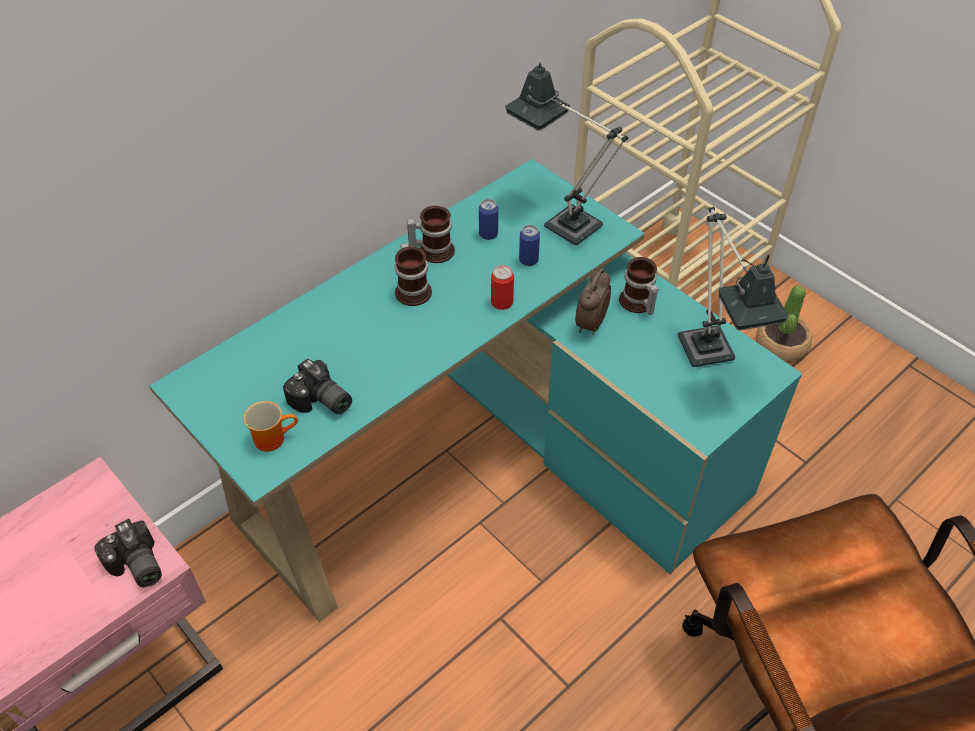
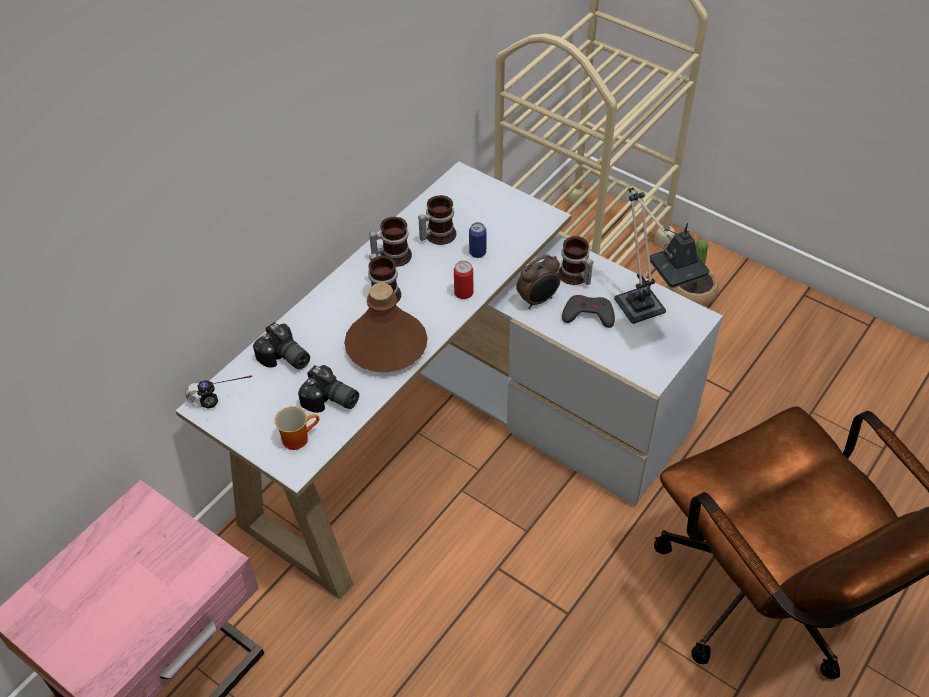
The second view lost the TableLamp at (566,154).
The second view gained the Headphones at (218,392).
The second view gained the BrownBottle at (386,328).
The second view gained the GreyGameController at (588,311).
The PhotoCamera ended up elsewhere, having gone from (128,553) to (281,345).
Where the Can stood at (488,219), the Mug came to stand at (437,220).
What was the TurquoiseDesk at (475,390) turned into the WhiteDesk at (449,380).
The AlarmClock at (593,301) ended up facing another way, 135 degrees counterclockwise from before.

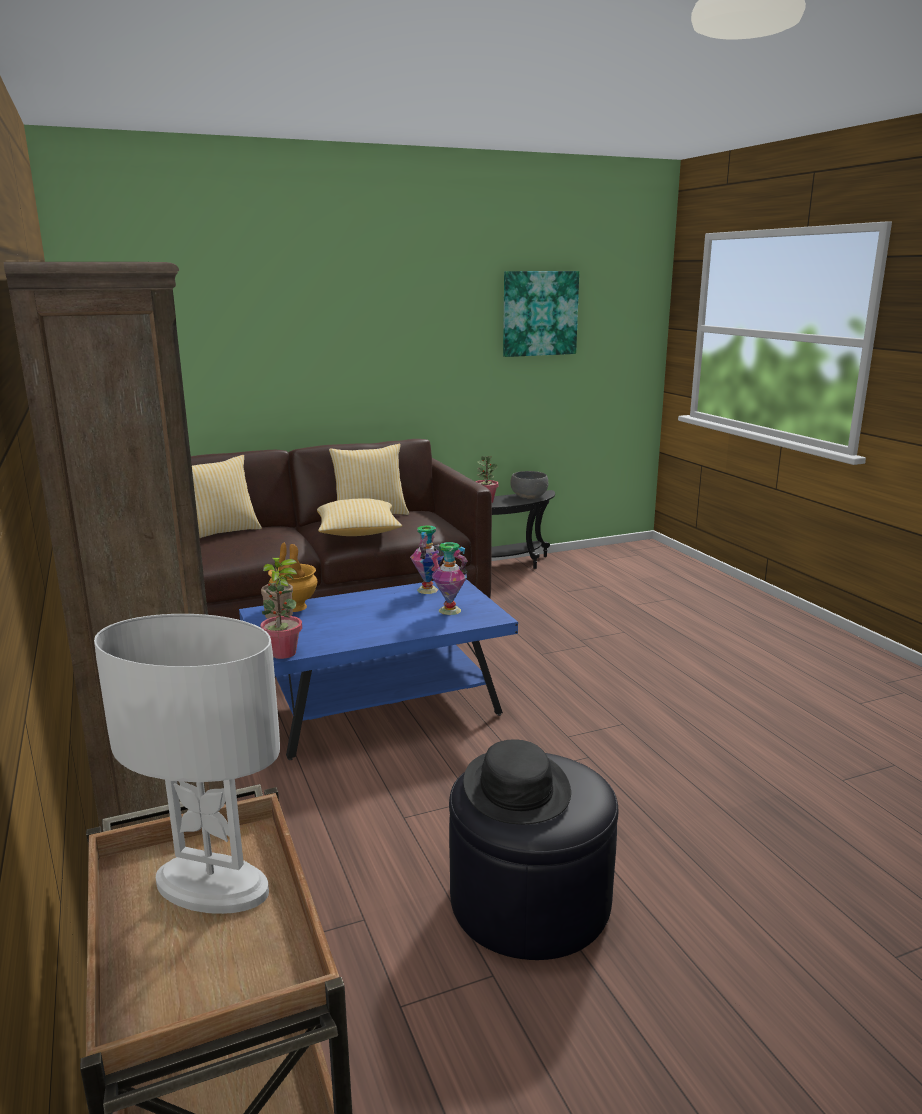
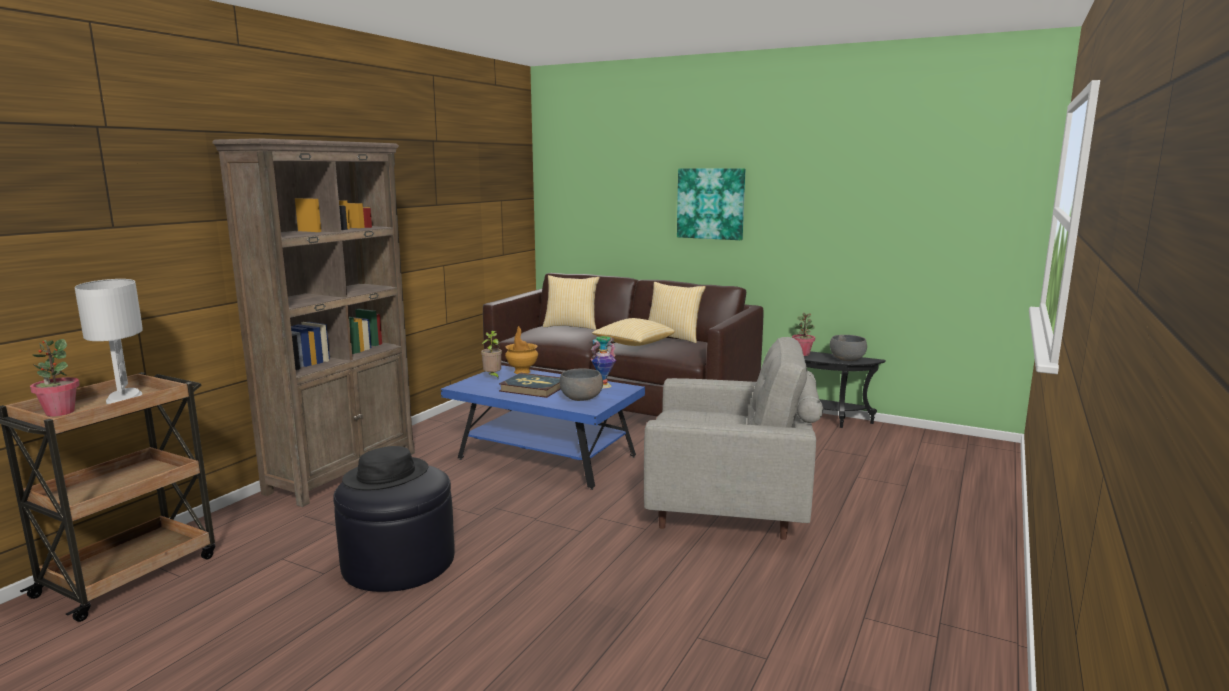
The second view gained the Book at (530,385).
The second view gained the GreyArmchair at (733,438).
The PottedPlant ended up elsewhere, having gone from (281,618) to (55,378).
The Picture ended up elsewhere, having gone from (541,314) to (711,204).
Where the Vase stood at (449,578), the GreyBowl came to stand at (581,384).

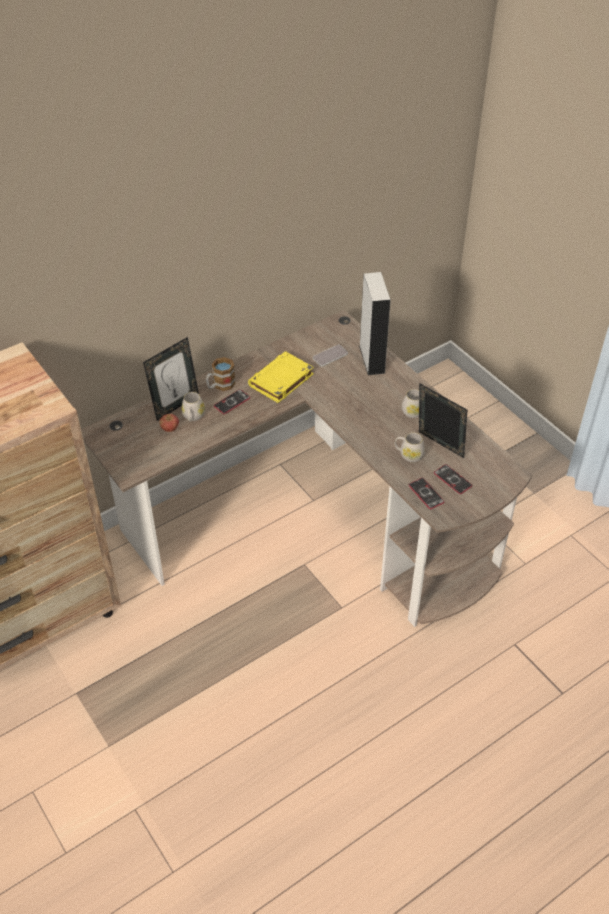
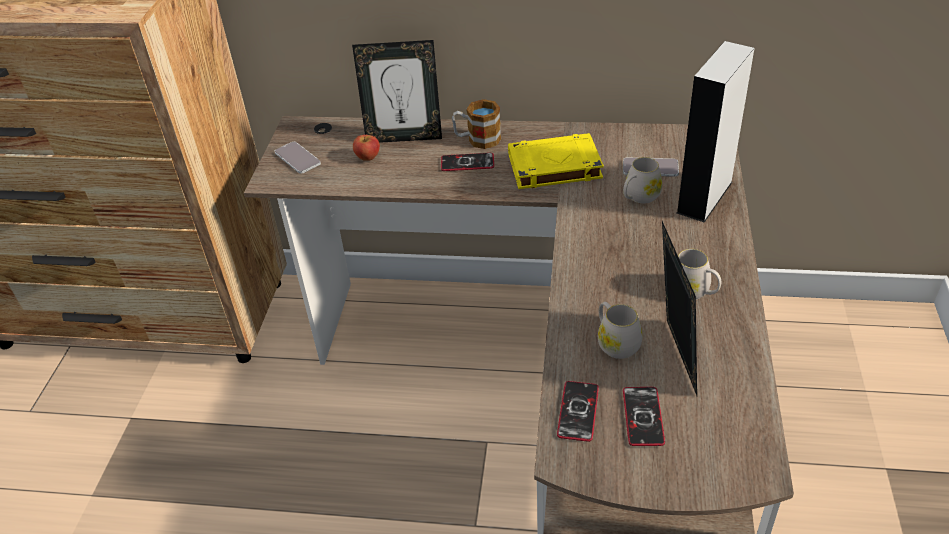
The second view gained the Phone at (298,158).
The WhiteMug ended up elsewhere, having gone from (193,407) to (642,180).

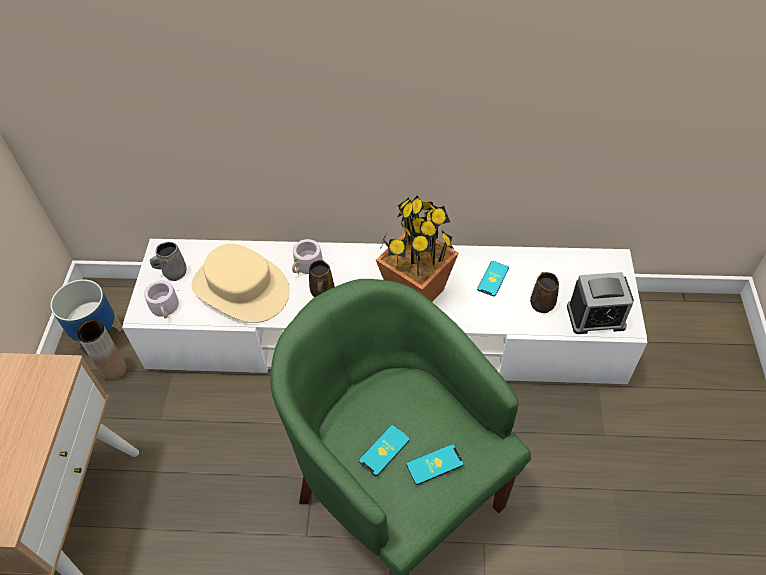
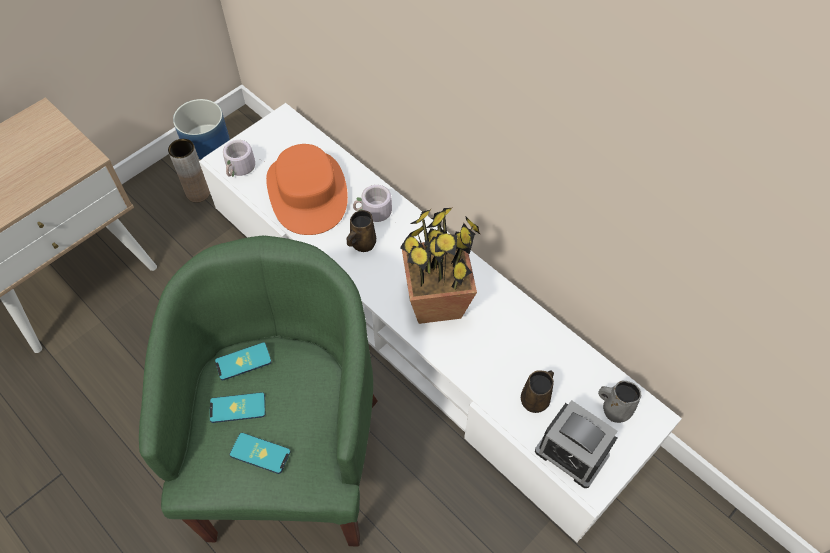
The GreyMug ended up elsewhere, having gone from (168,261) to (619,401).
The Phone ended up elsewhere, having gone from (493,278) to (243,361).
What was the BeigeHat at (241,283) turned into the OrangeHat at (307,189).

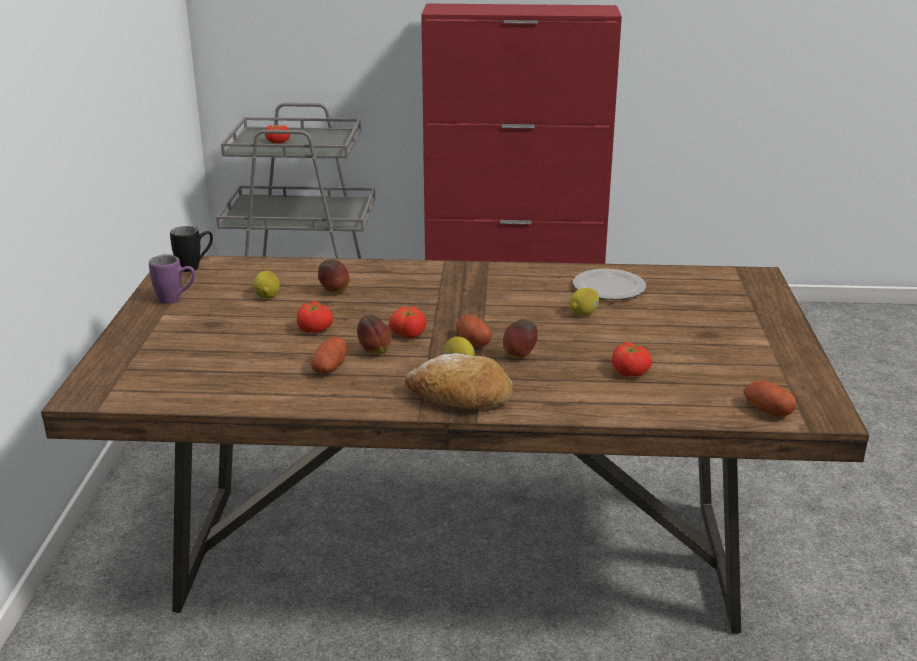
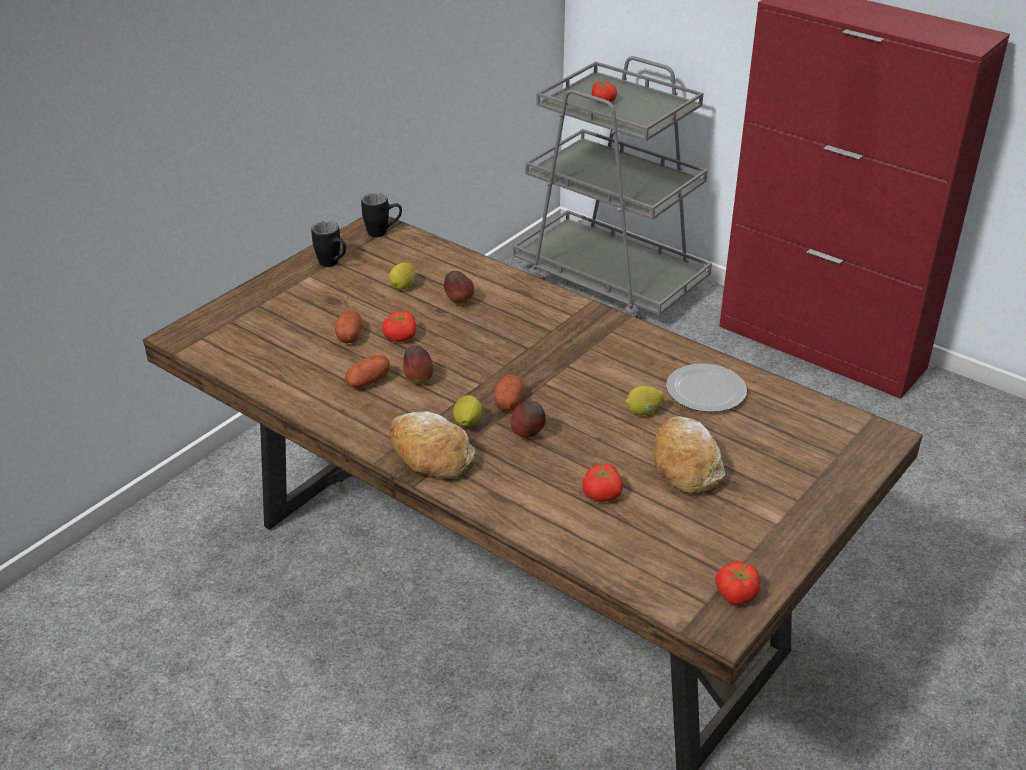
The second view gained the Bread at (689,455).
The Tomato ended up elsewhere, having gone from (407,322) to (738,583).
The Potato ended up elsewhere, having gone from (770,399) to (348,326).
What was the PurpleMug at (172,279) turned into the BlackMug at (328,244).

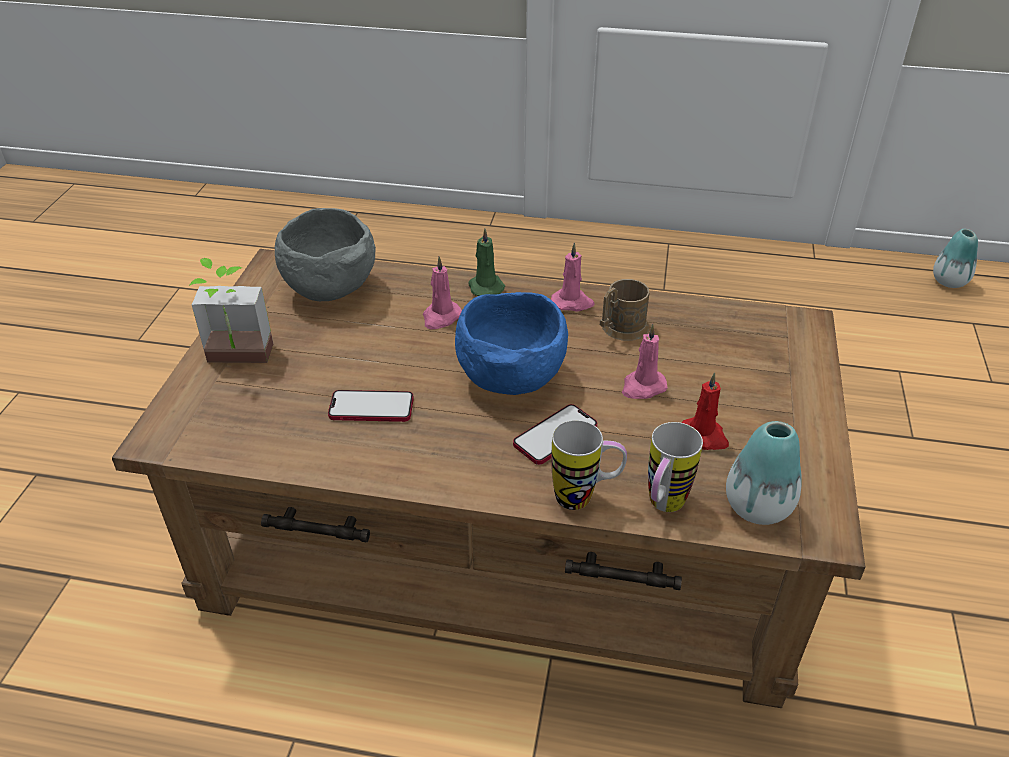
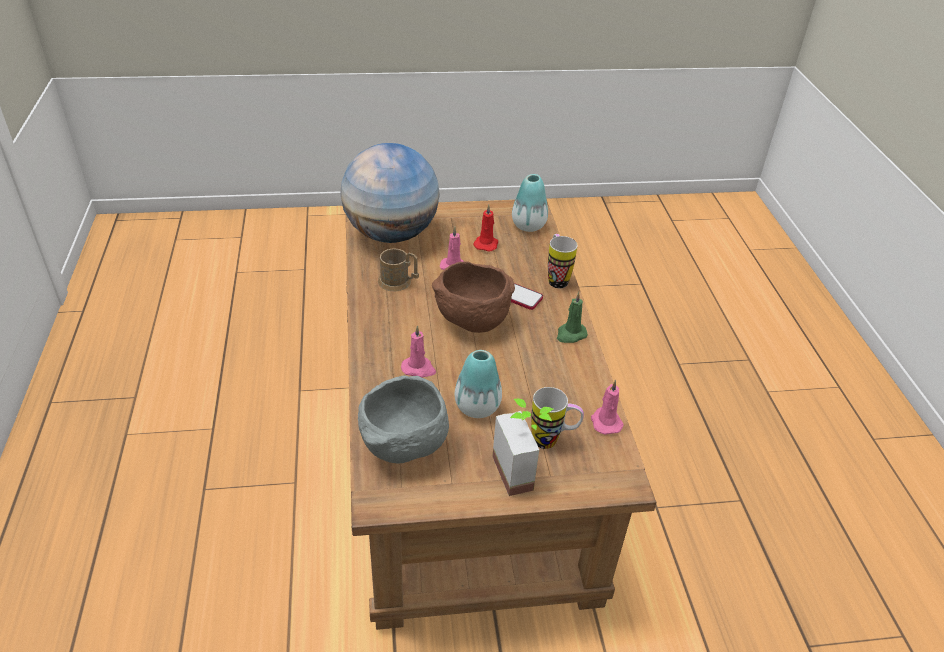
The second view lost the Phone at (371,406).
The second view gained the Globe at (390,193).
The GreenCandle ended up elsewhere, having gone from (487,262) to (572,317).
The PinkCandle ended up elsewhere, having gone from (573,276) to (607,407).
The Mug ended up elsewhere, having gone from (675,467) to (557,418).
The Vase ended up elsewhere, having gone from (955,258) to (478,384).
What was the BlueBowl at (511,343) turned into the BrownBowl at (473,297).

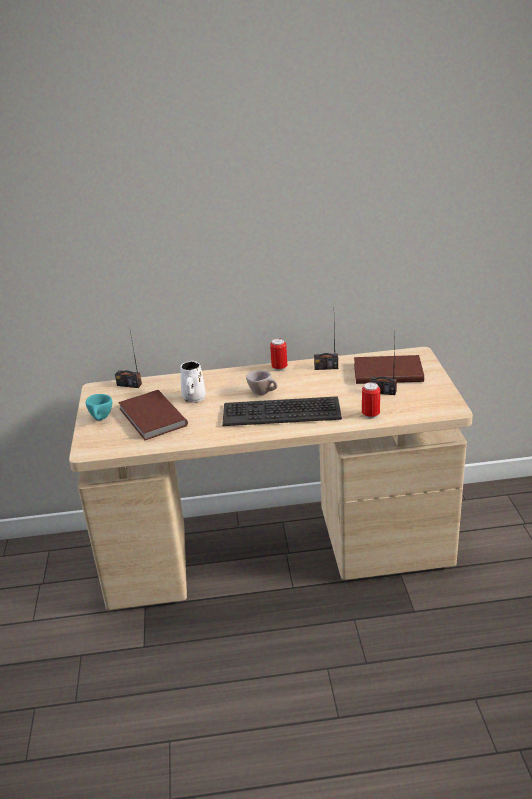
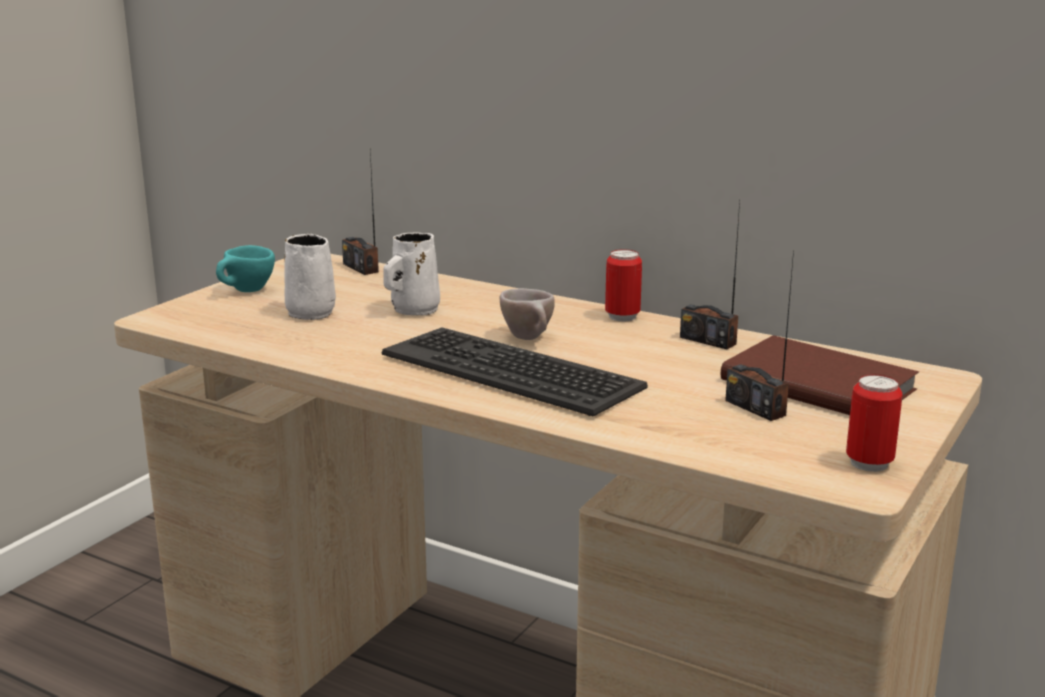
The Can ended up elsewhere, having gone from (371,400) to (874,423).
Where the BrownBook stood at (153,415), the WhiteMug came to stand at (310,277).

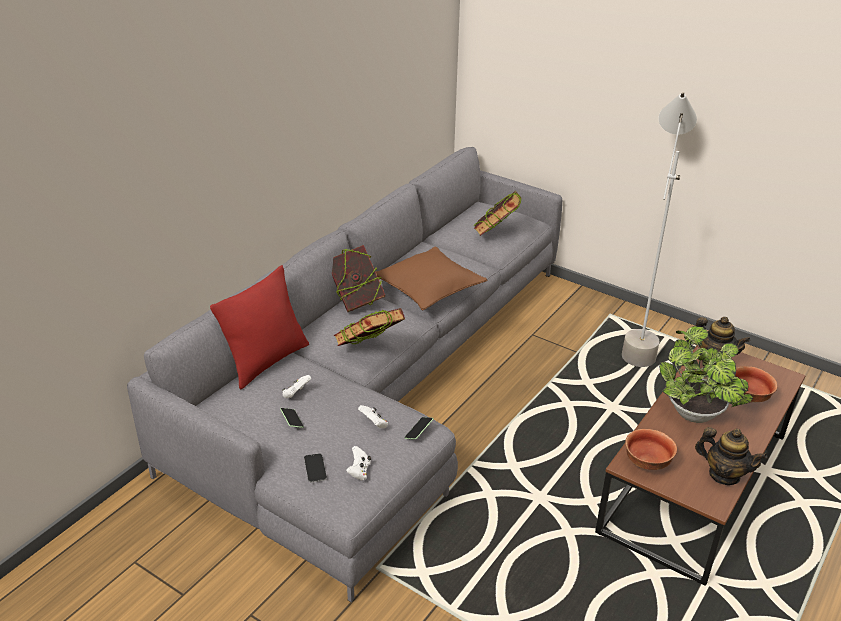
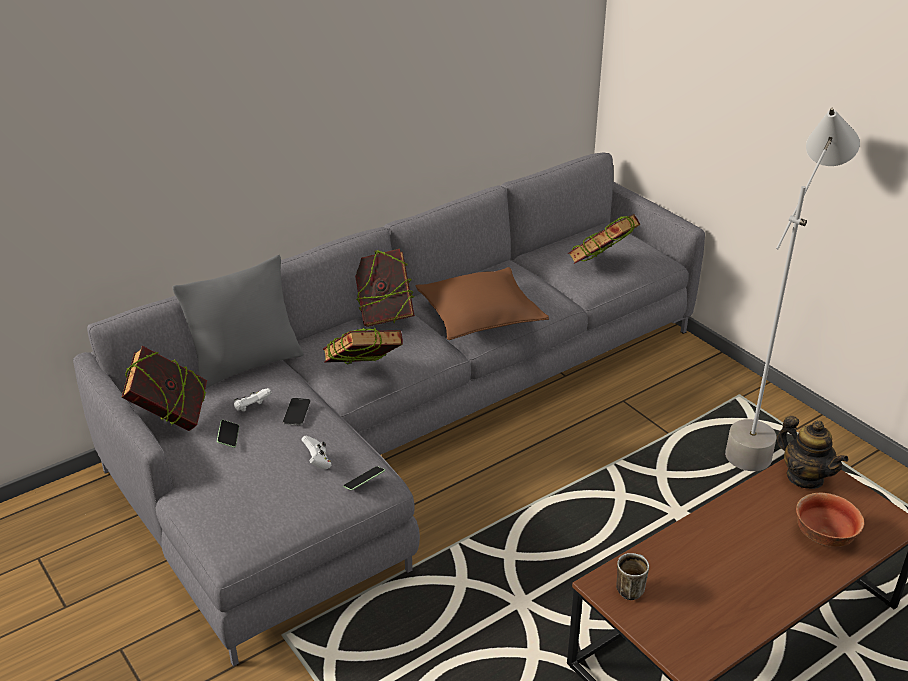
The second view lost the WhiteGameController at (358,463).
The second view lost the PottedPlant at (706,374).
The second view lost the Teapot at (731,456).
The second view gained the Book at (164,388).
The Phone ended up elsewhere, having gone from (315,468) to (296,411).
Where the Bowl stood at (651,449), the Mug came to stand at (632,576).
What was the RedPillow at (259,327) turned into the GreyPillow at (238,322).

